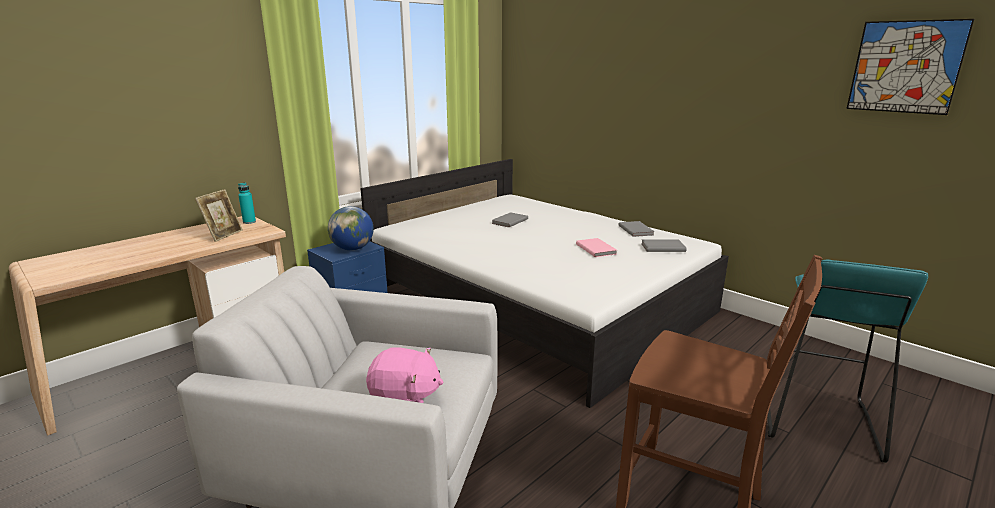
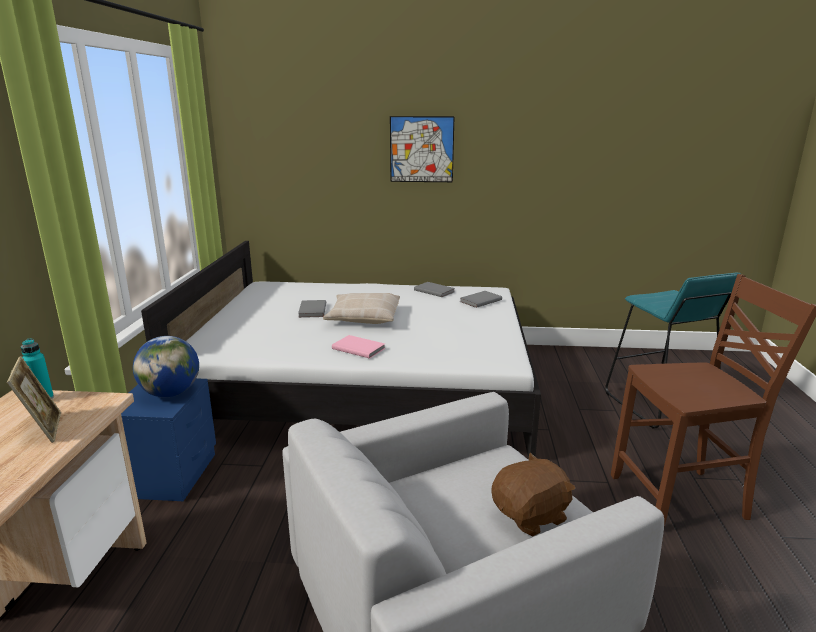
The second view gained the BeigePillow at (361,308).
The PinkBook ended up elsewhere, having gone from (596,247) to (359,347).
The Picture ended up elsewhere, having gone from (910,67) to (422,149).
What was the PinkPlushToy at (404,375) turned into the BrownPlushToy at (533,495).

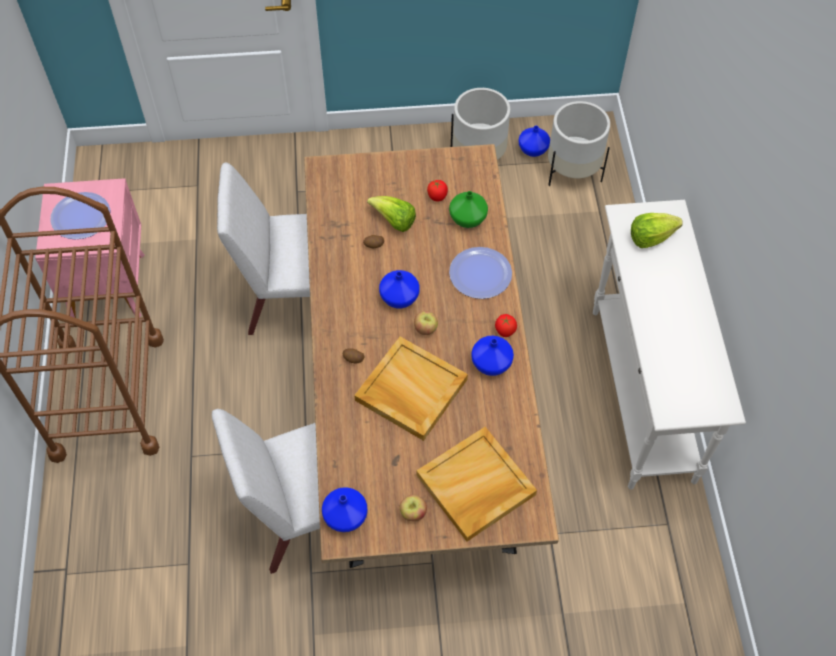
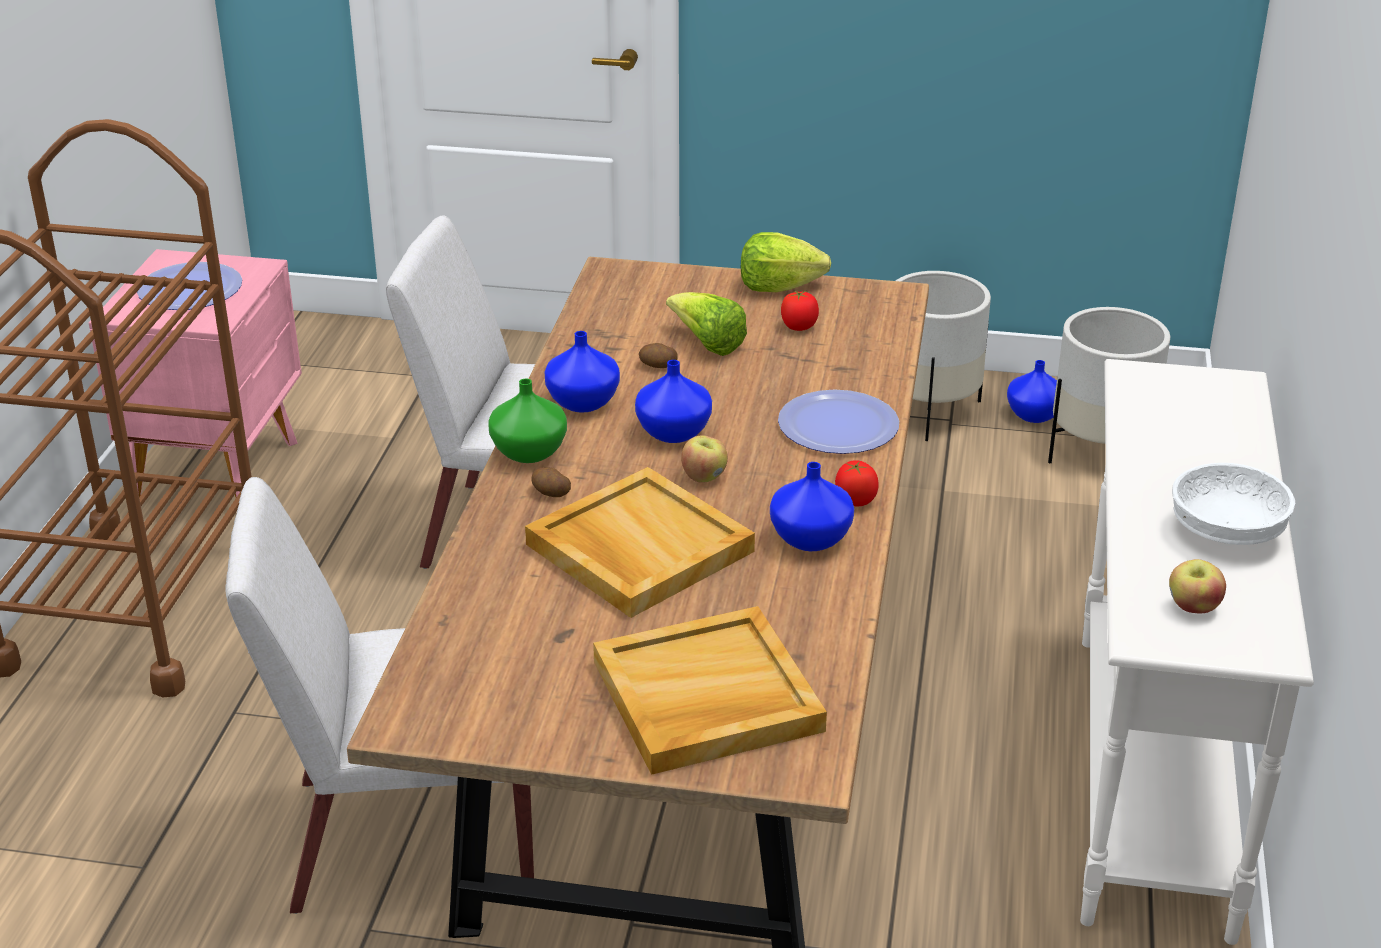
The second view gained the WhiteBowl at (1233,504).
The BlueVase ended up elsewhere, having gone from (345,509) to (582,372).
The Apple ended up elsewhere, having gone from (413,508) to (1197,586).
The GreenVase ended up elsewhere, having gone from (468,209) to (527,421).
The Lettuce ended up elsewhere, having gone from (657,230) to (786,262).

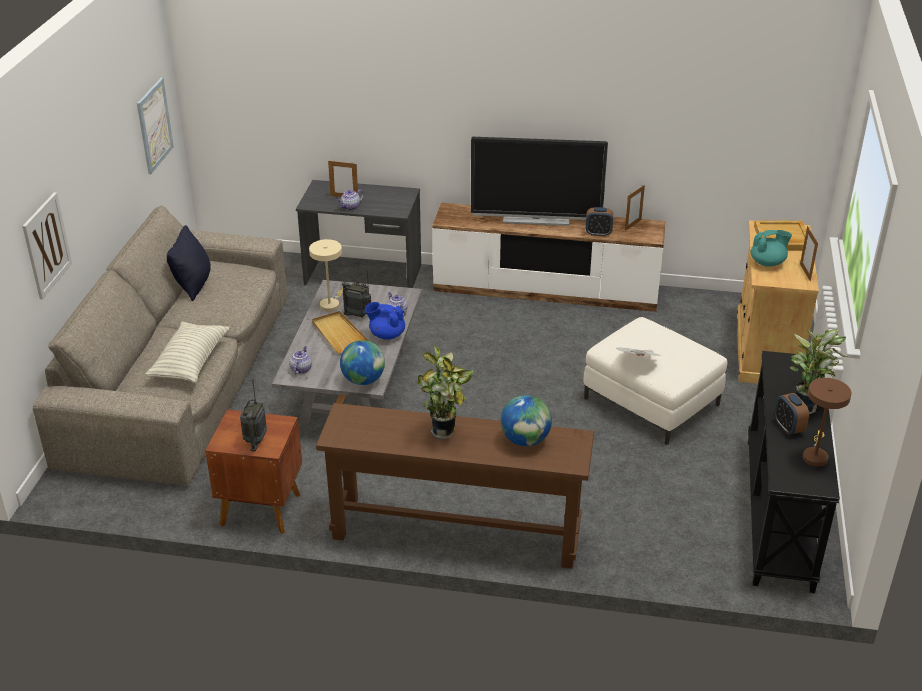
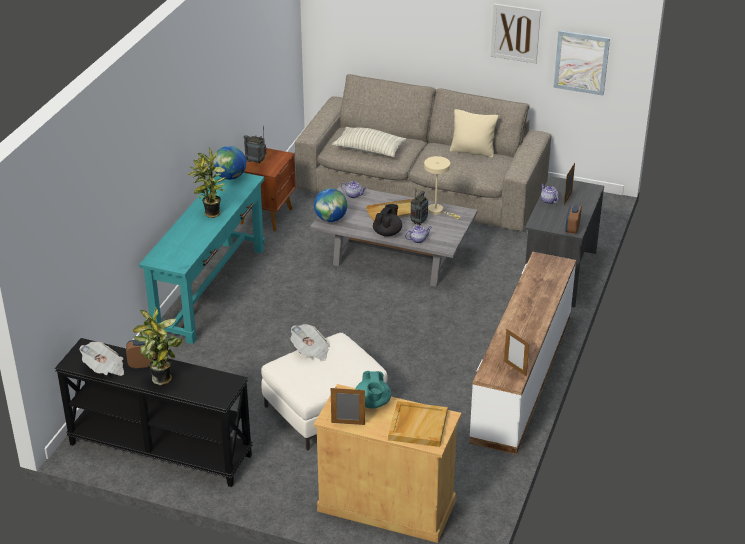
The second view lost the Television at (539,181).
The Picture ended up elsewhere, having gone from (47,245) to (516,33).
The Globe ended up elsewhere, having gone from (526,420) to (229,163).
The AlarmClock ended up elsewhere, having gone from (599,222) to (573,219).
Where the BrownTableLamp stood at (827,422), the Newspaper came to stand at (101,359).
What was the BlackPillow at (189,263) turned into the BeigePillow at (474,133).
What was the BrownConsoleTable at (455,486) turned into the TurquoiseConsoleTable at (202,258).
What was the BlueTeapot at (385,321) turned into the BlackTeapot at (387,220).

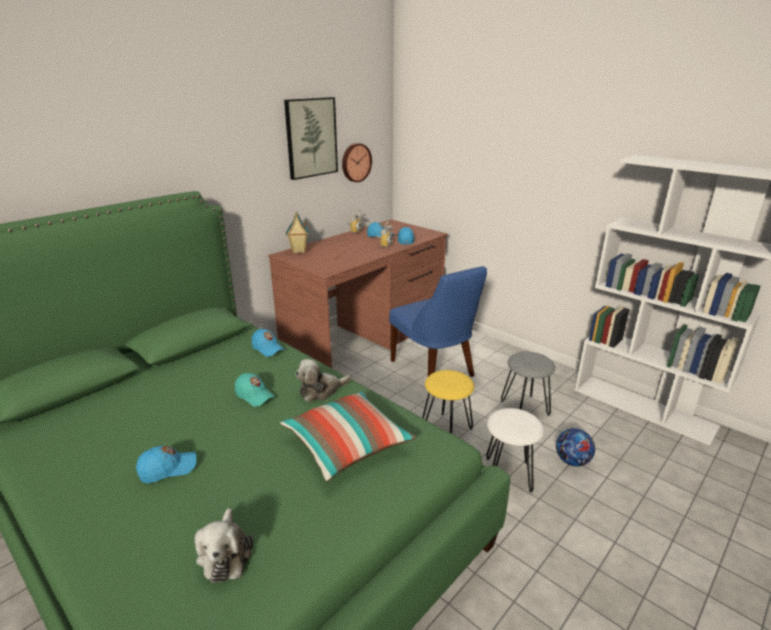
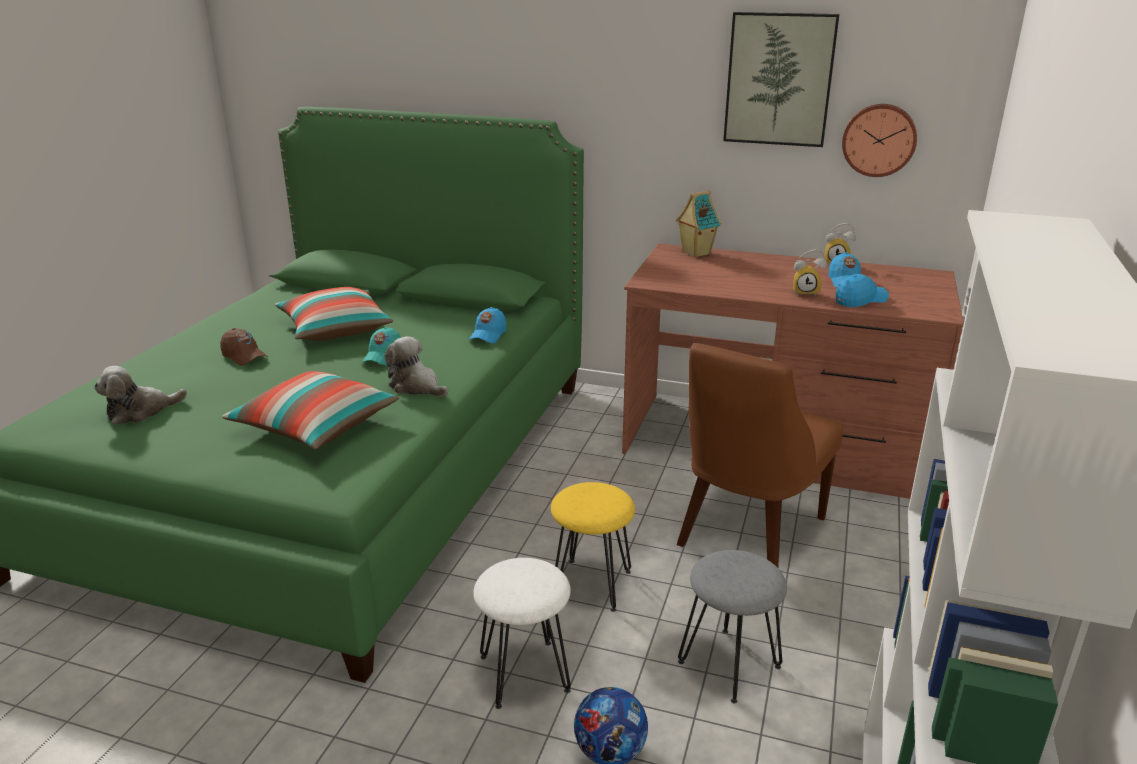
The second view gained the Pillow at (334,314).
What was the BlueCap at (166,464) turned into the BrownCap at (244,347).
What was the BlueChair at (438,321) turned into the BrownChair at (760,455).

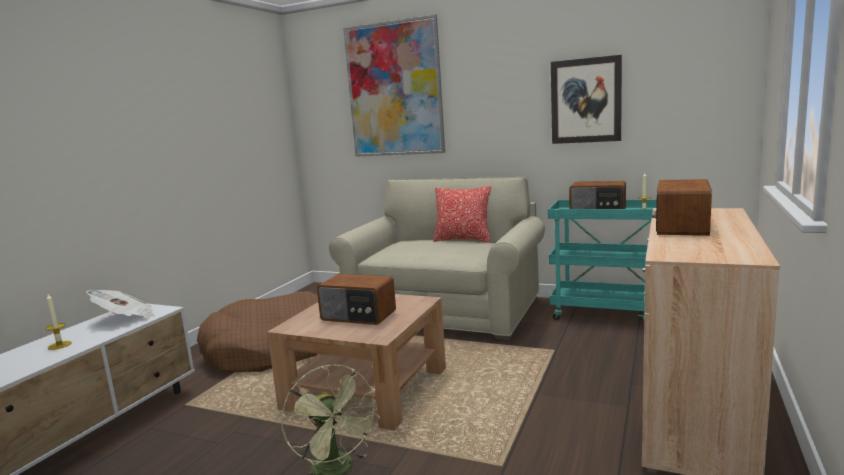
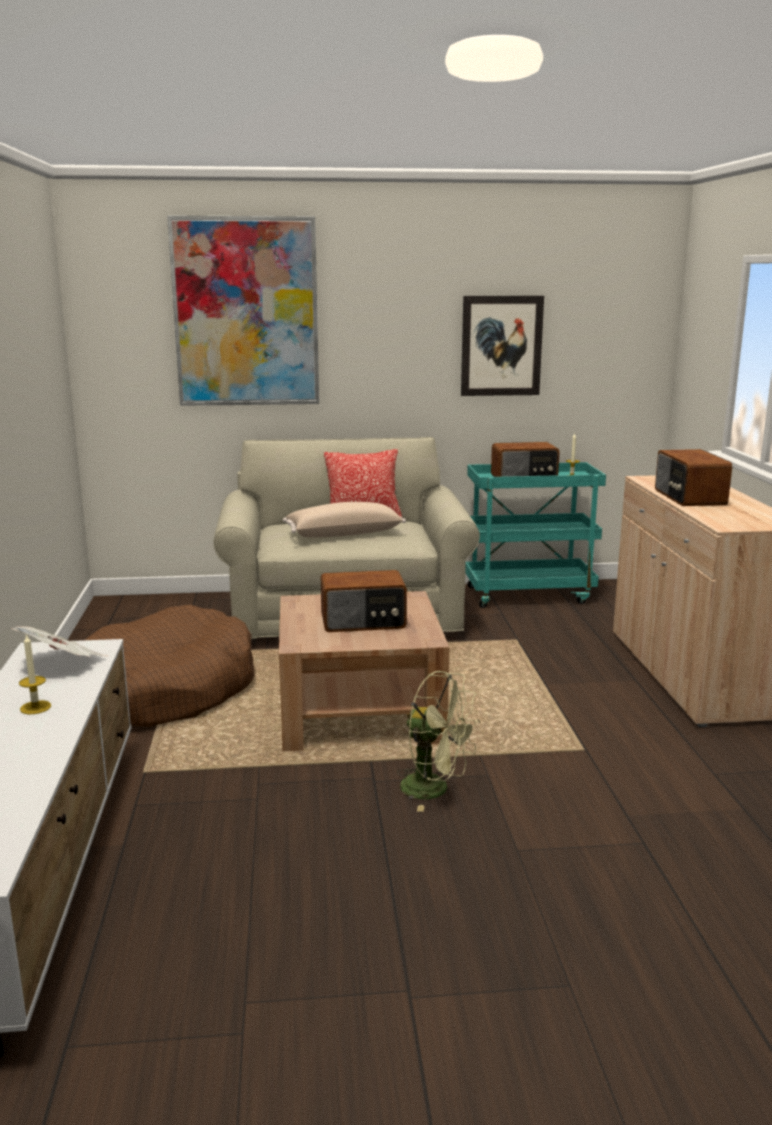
The second view gained the BeigePillow at (344,519).

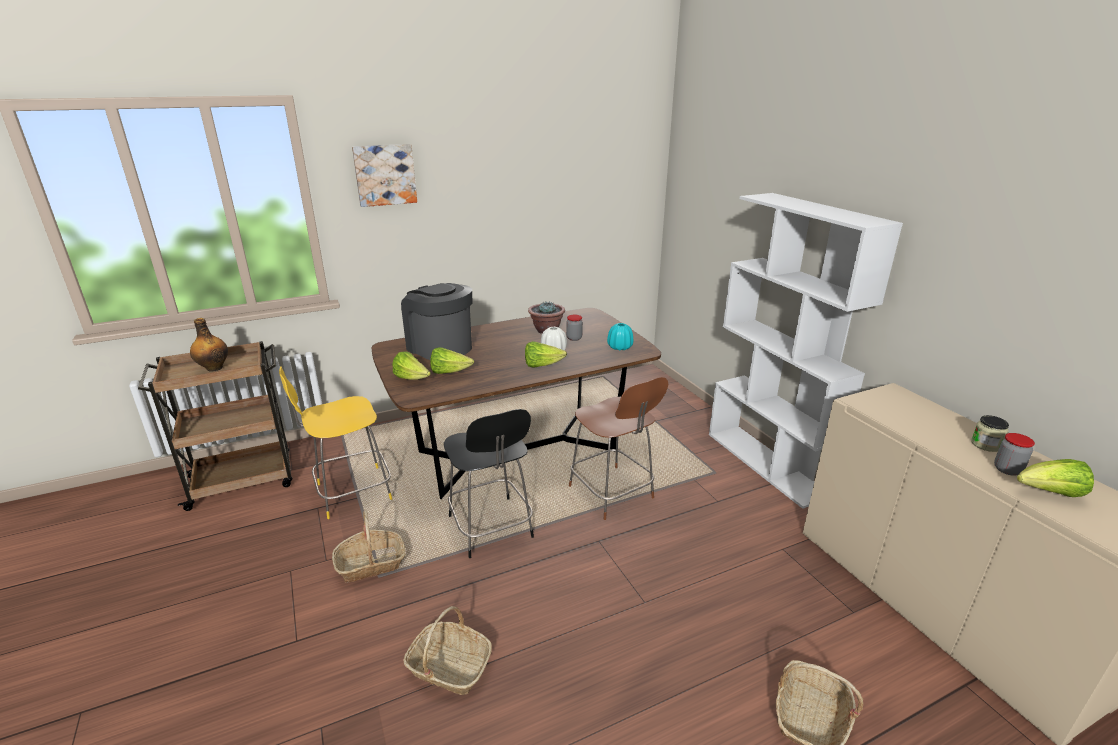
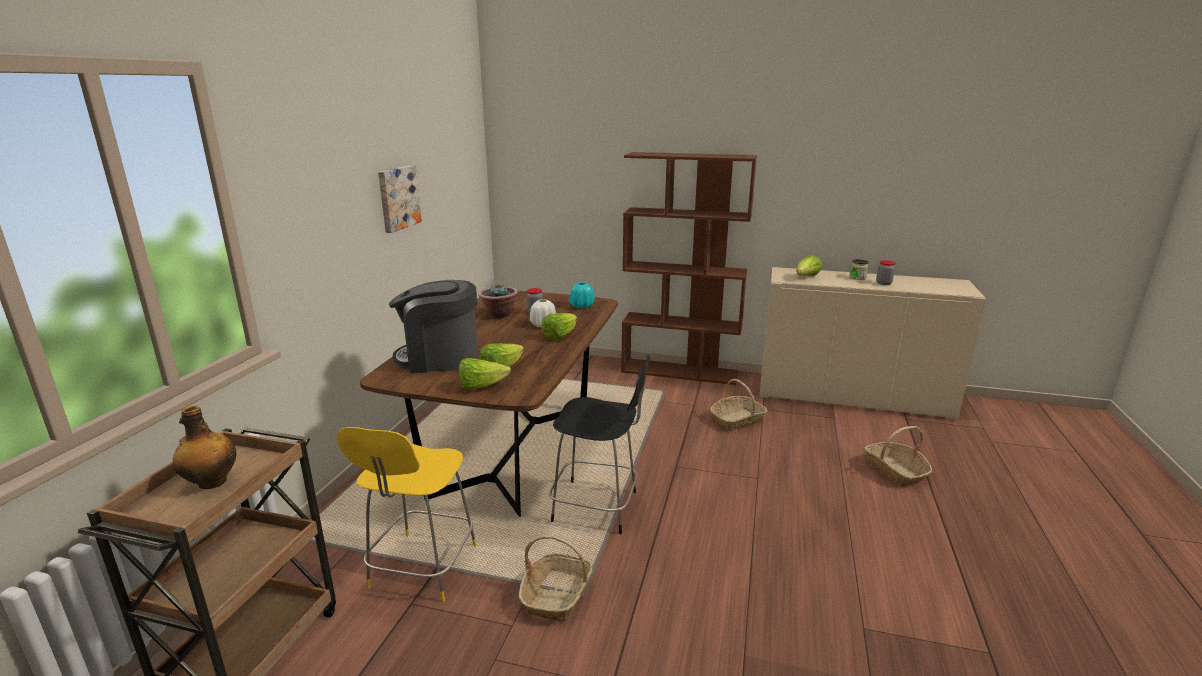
The second view lost the BrownChair at (618,448).
The Picture ended up elsewhere, having gone from (384,175) to (400,199).
The Basket ended up elsewhere, having gone from (447,650) to (738,404).
The Lettuce ended up elsewhere, having gone from (1055,478) to (809,265).
What was the WhiteBookcase at (806,351) turned into the BrownBookcase at (689,268).

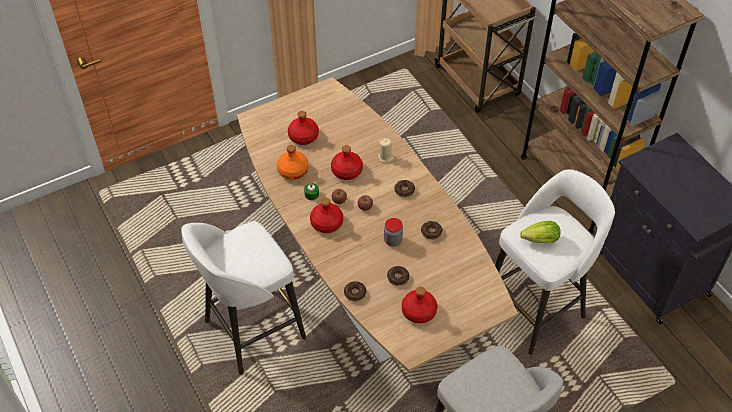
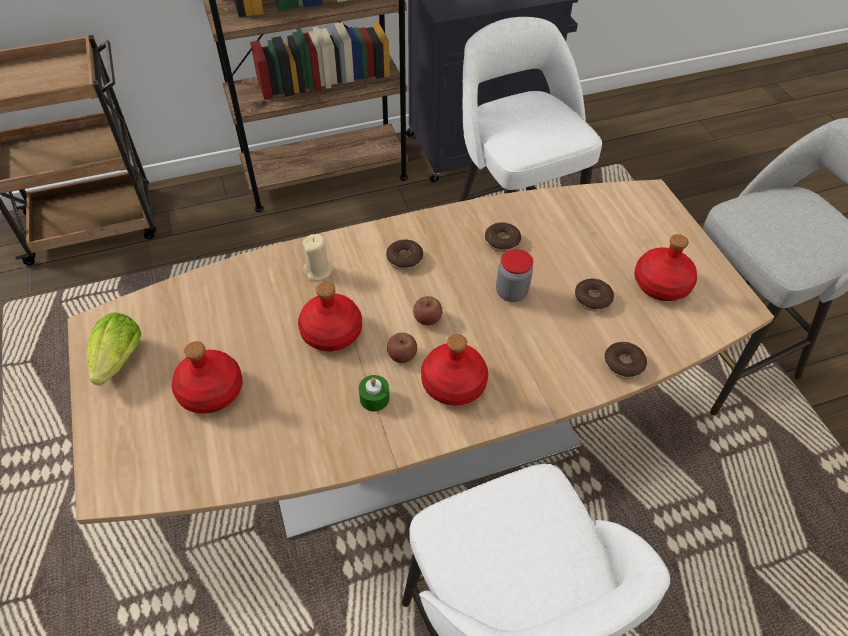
The second view lost the OrangeBottle at (293,162).
The Lettuce ended up elsewhere, having gone from (540,232) to (114,348).

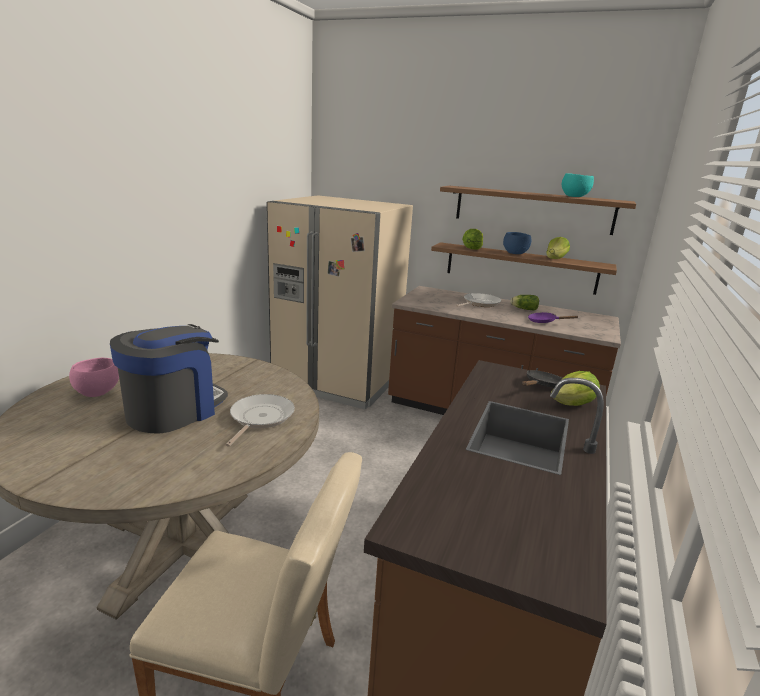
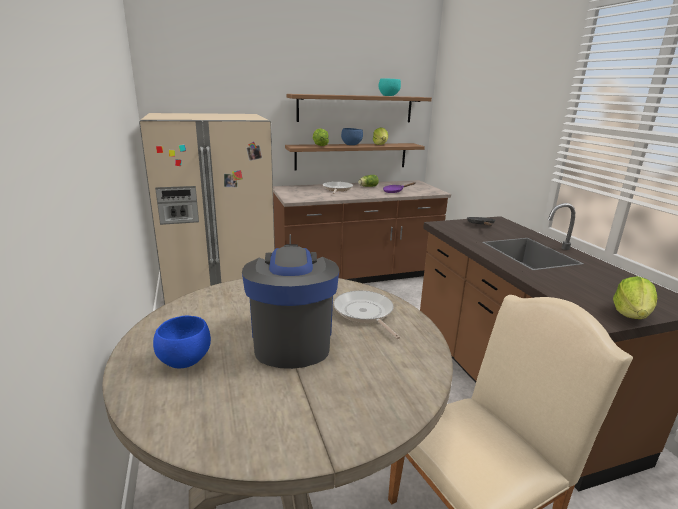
The Lettuce ended up elsewhere, having gone from (575,388) to (635,297).
What was the PinkBowl at (94,377) turned into the BlueBowl at (182,341).

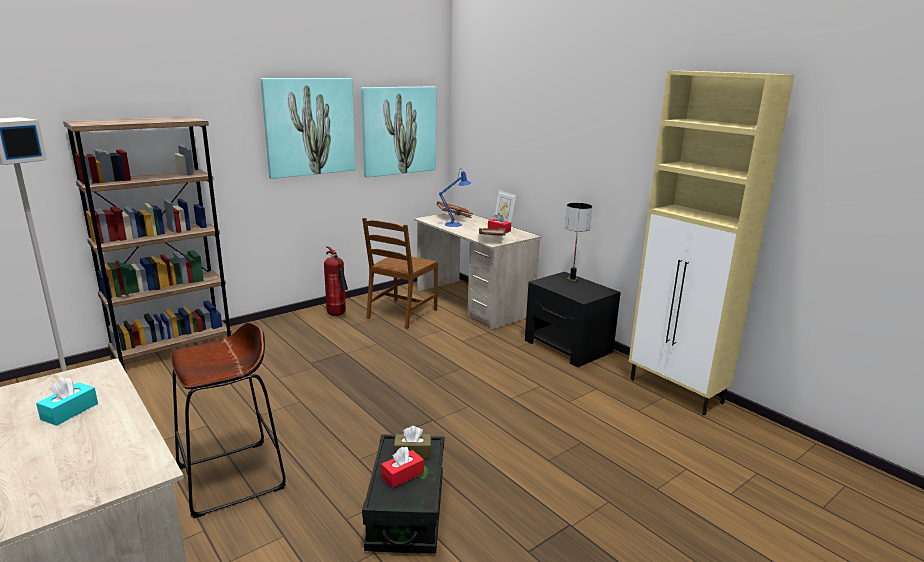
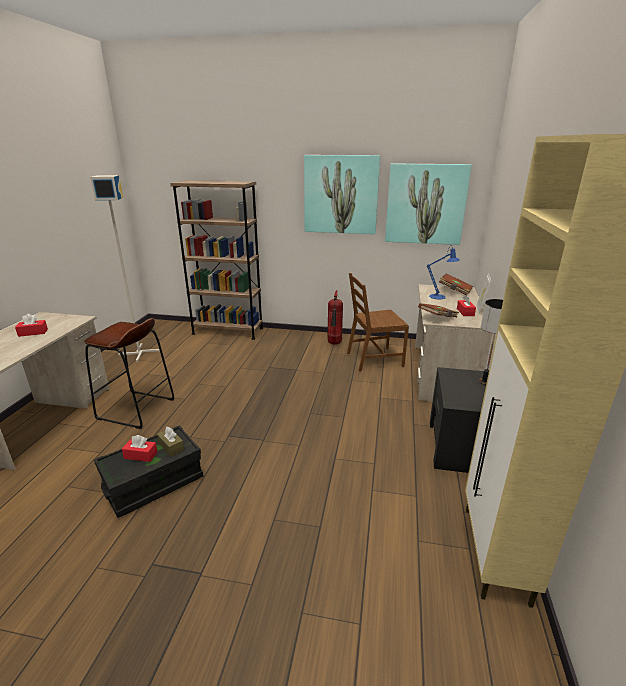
What was the TurquoiseTissueBox at (67,401) turned into the RedTissueBox at (31,325).

